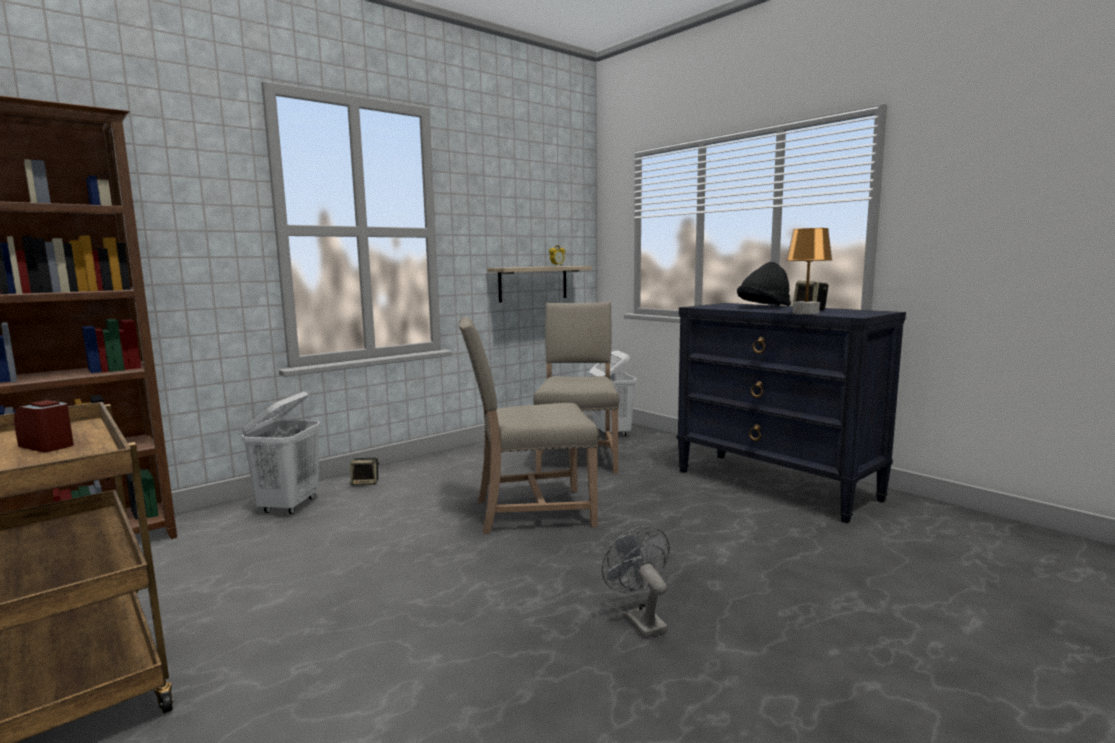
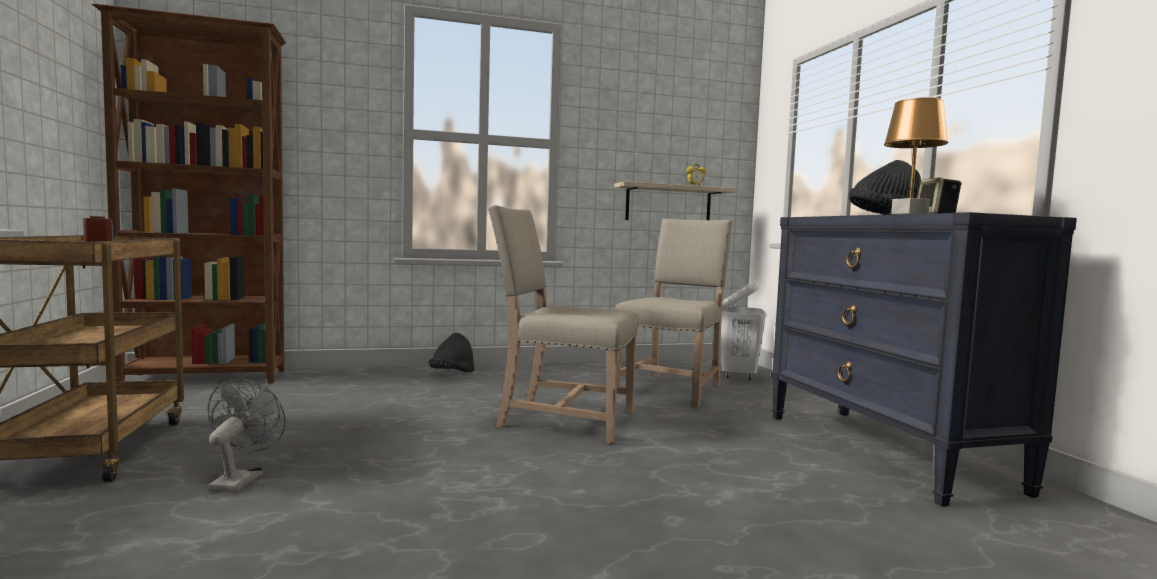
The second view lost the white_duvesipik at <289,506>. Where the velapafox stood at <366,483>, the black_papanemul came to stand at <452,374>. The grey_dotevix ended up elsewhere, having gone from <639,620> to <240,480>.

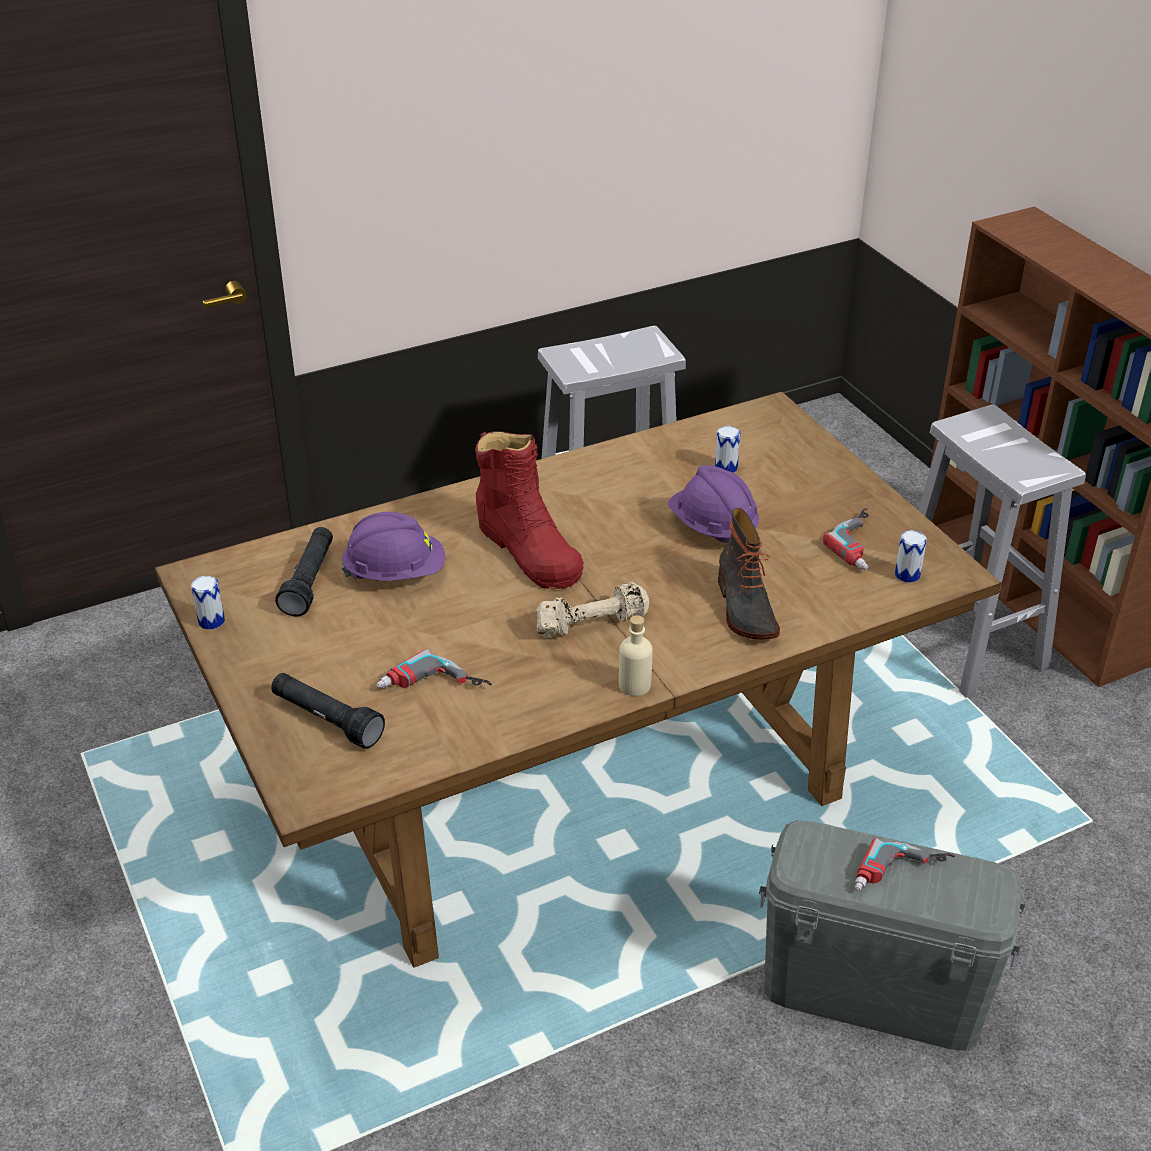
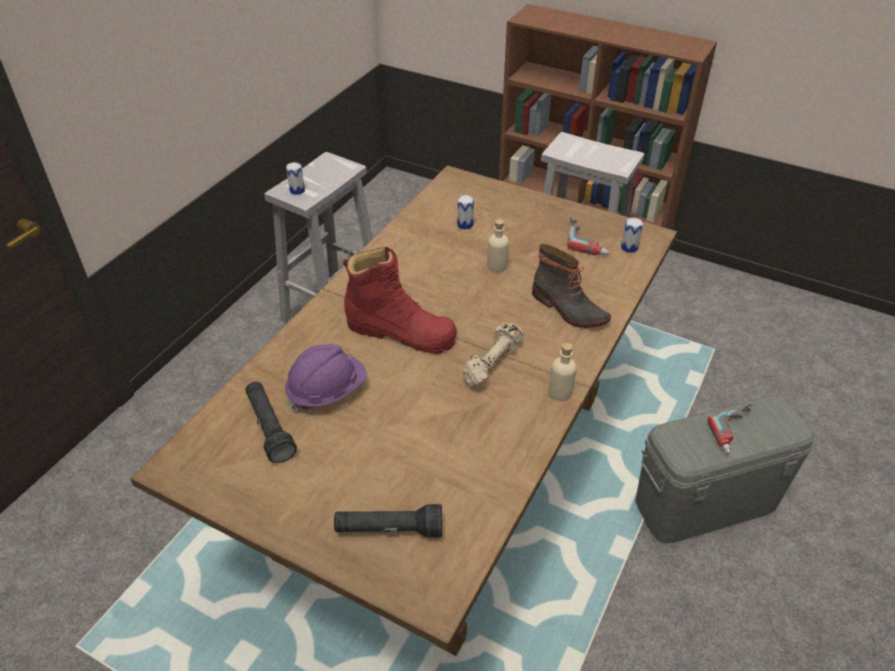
Where the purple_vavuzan stood at <712,528>, the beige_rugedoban came to stand at <497,266>. The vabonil ended up elsewhere, having gone from <211,621> to <297,190>. The second view lost the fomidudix at <432,689>.

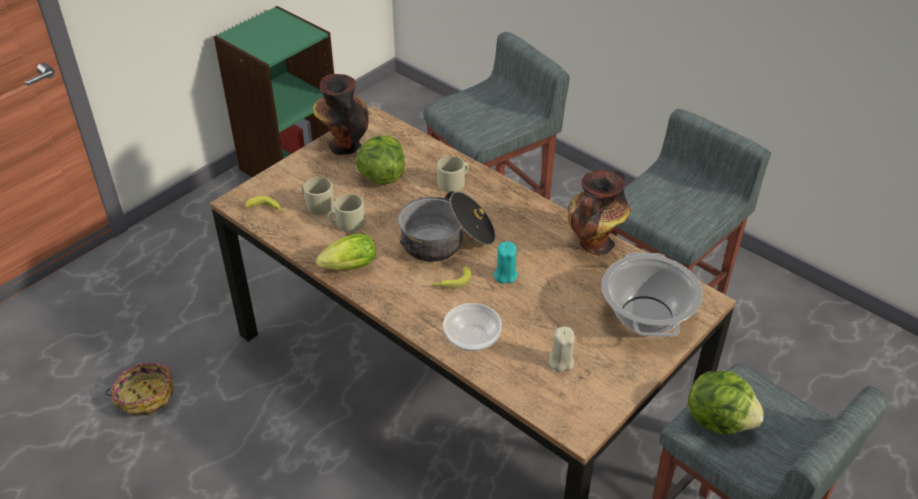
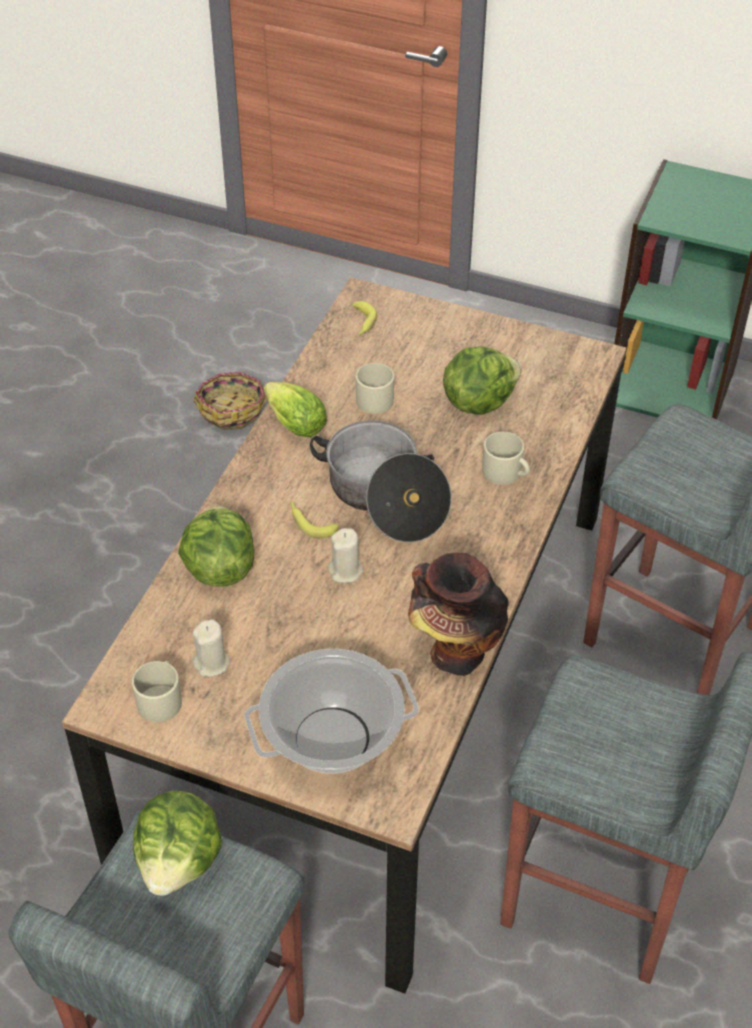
The second view lost the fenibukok at <343,144>. The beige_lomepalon ended up elsewhere, having gone from <317,204> to <161,698>. What was the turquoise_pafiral at <505,275> turned into the beige_pafiral at <346,571>. Where the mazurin stood at <472,339>, the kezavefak came to stand at <219,568>.

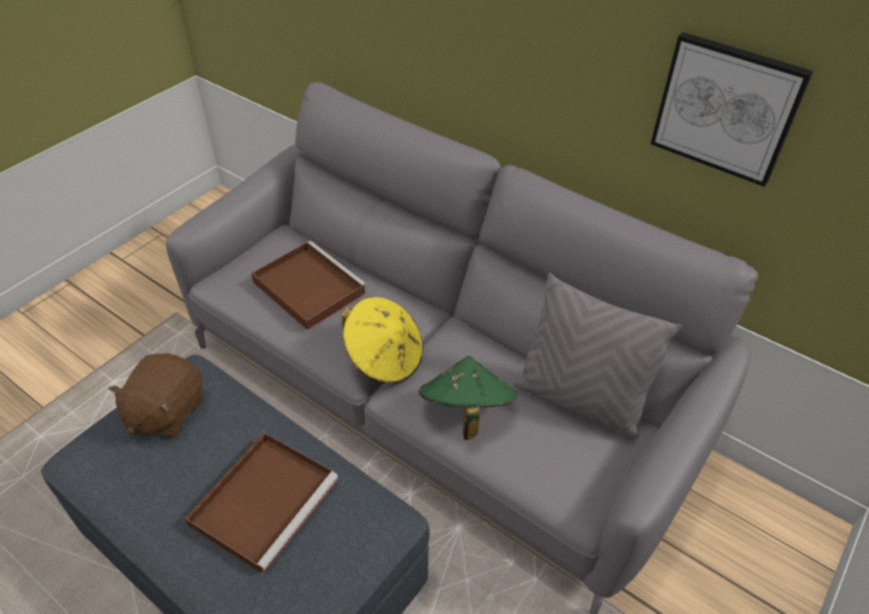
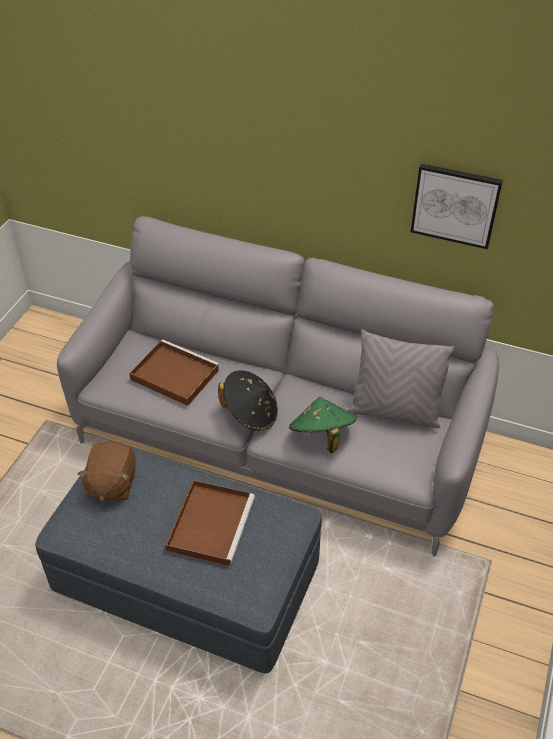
What was the yellow_papanemul at <384,358> turned into the black_papanemul at <250,414>.

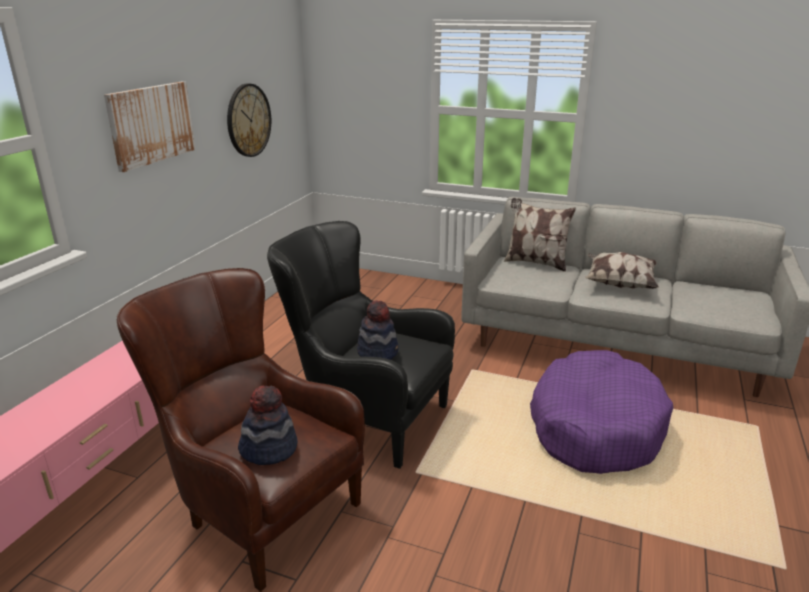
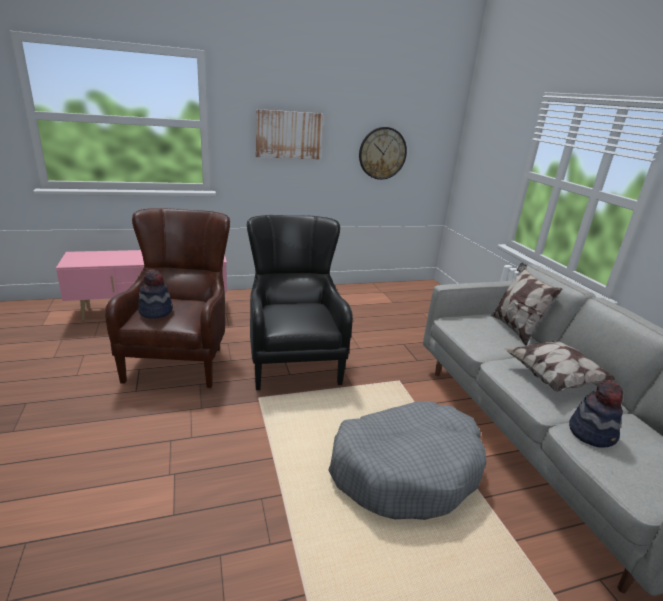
The papanemul ended up elsewhere, having gone from <378,352> to <592,433>. What was the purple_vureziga at <594,426> turned into the grey_vureziga at <405,469>.

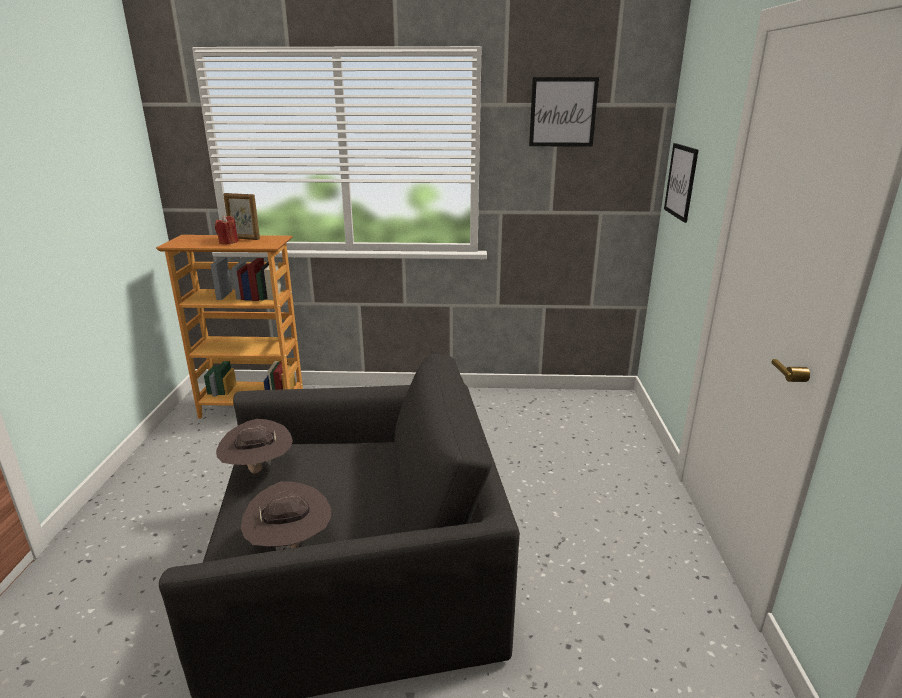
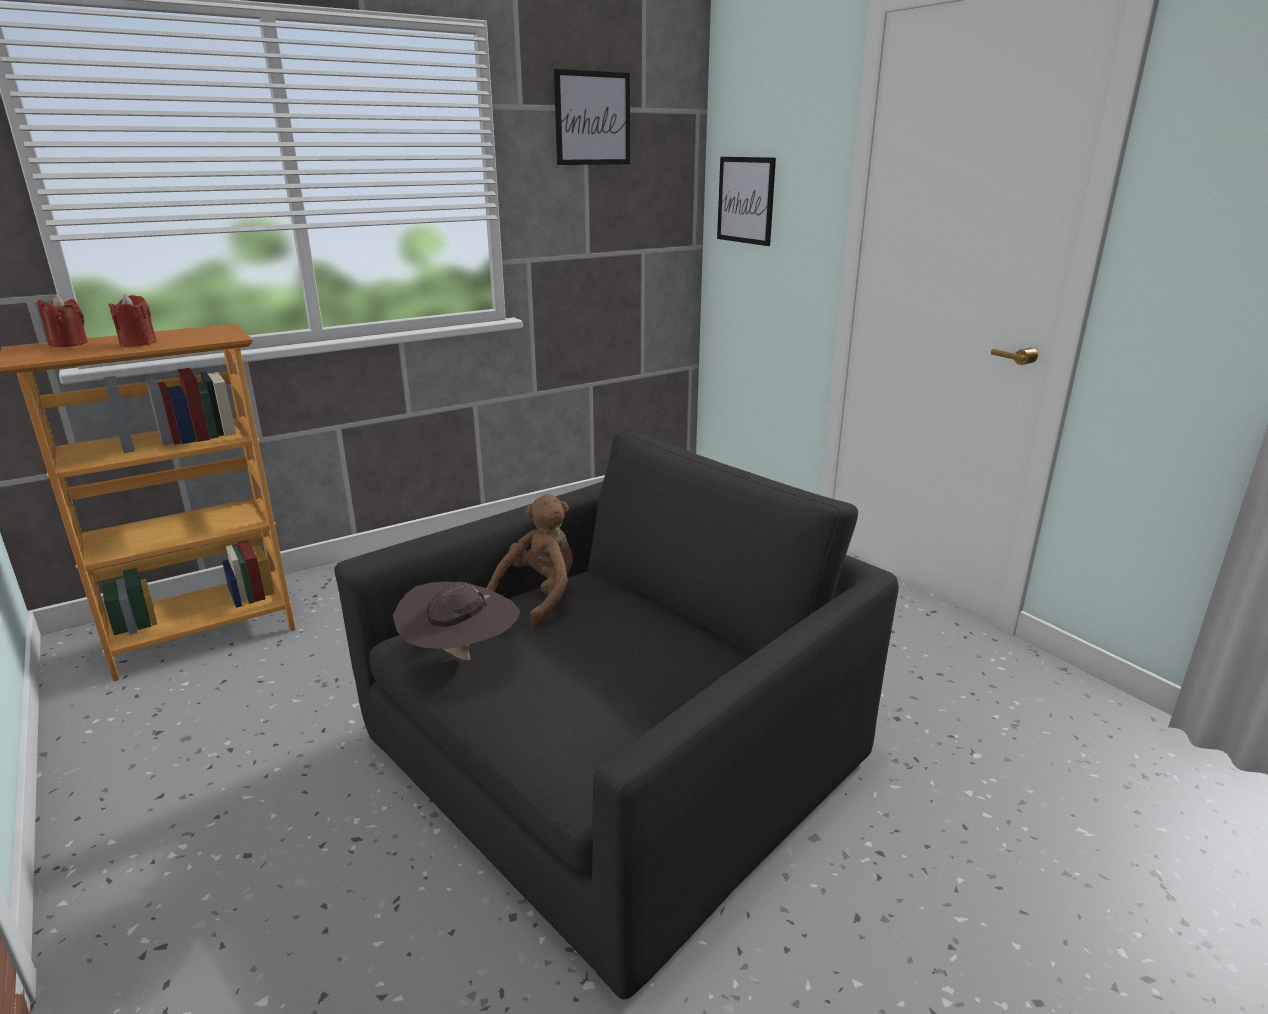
The second view lost the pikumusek at <244,238>. The second view lost the brown_papanemul at <291,544>. The second view gained the red_pafiral at <69,343>. The second view gained the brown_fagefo at <539,597>.

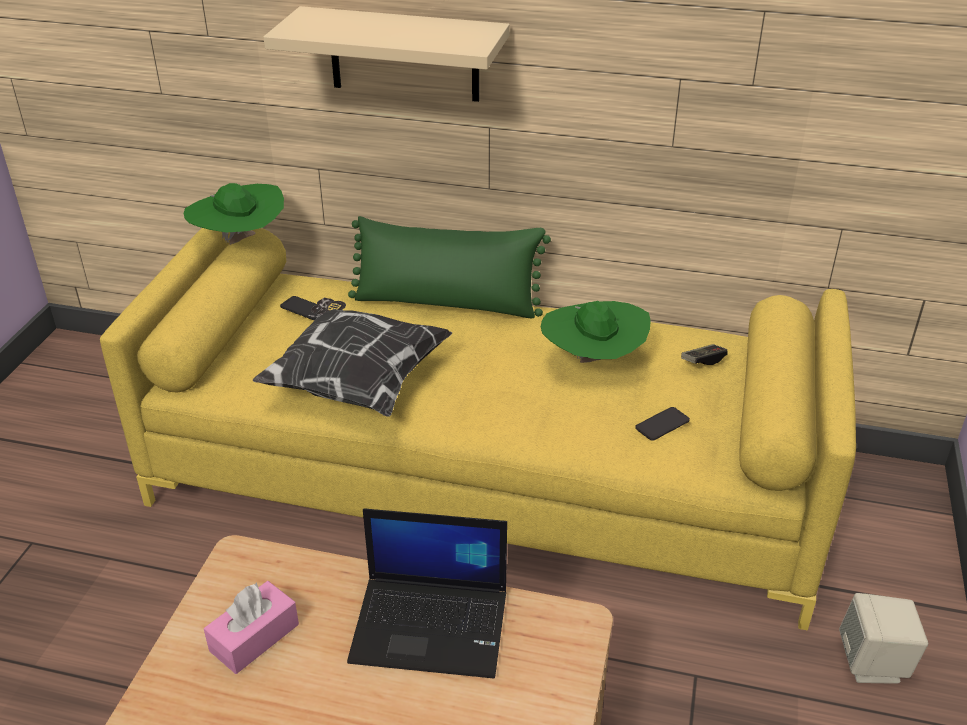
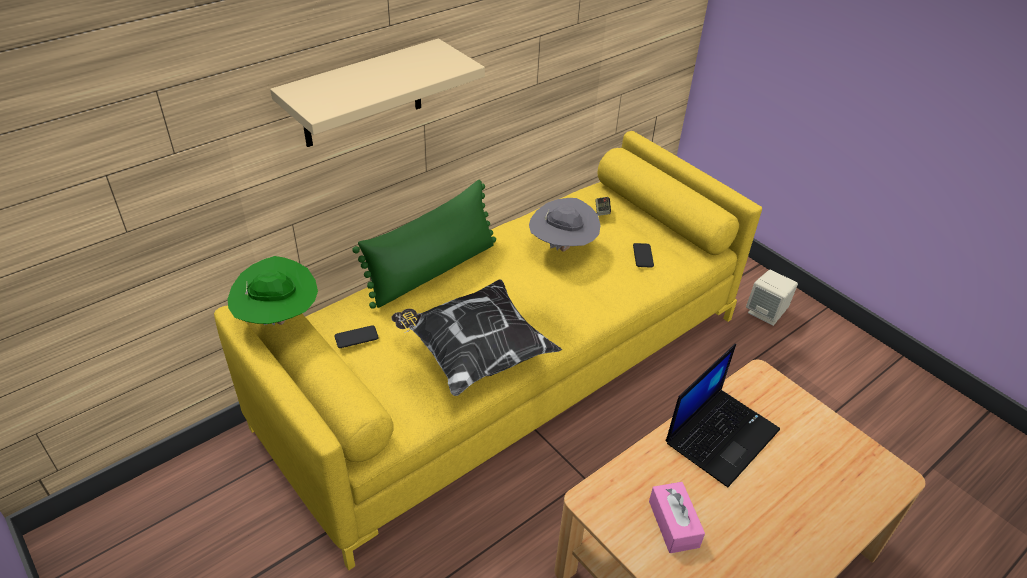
What was the green_papanemul at <592,361> turned into the grey_papanemul at <562,247>.

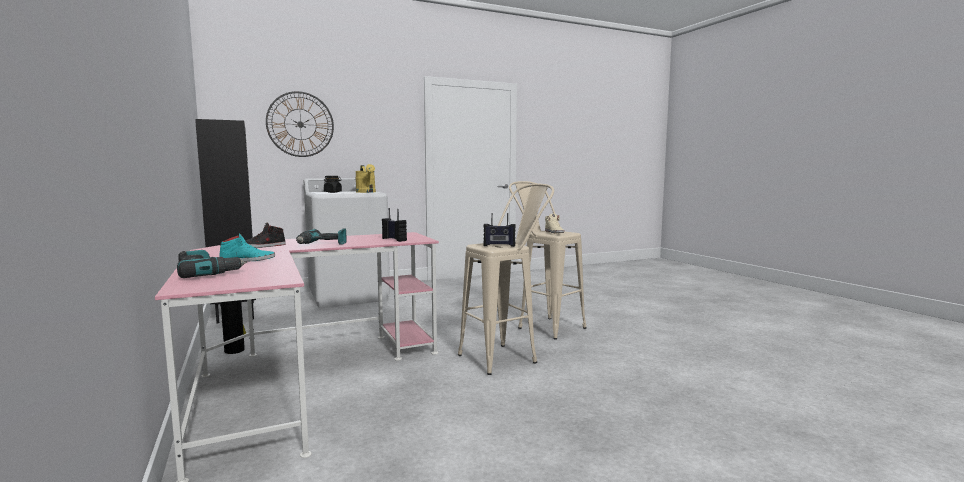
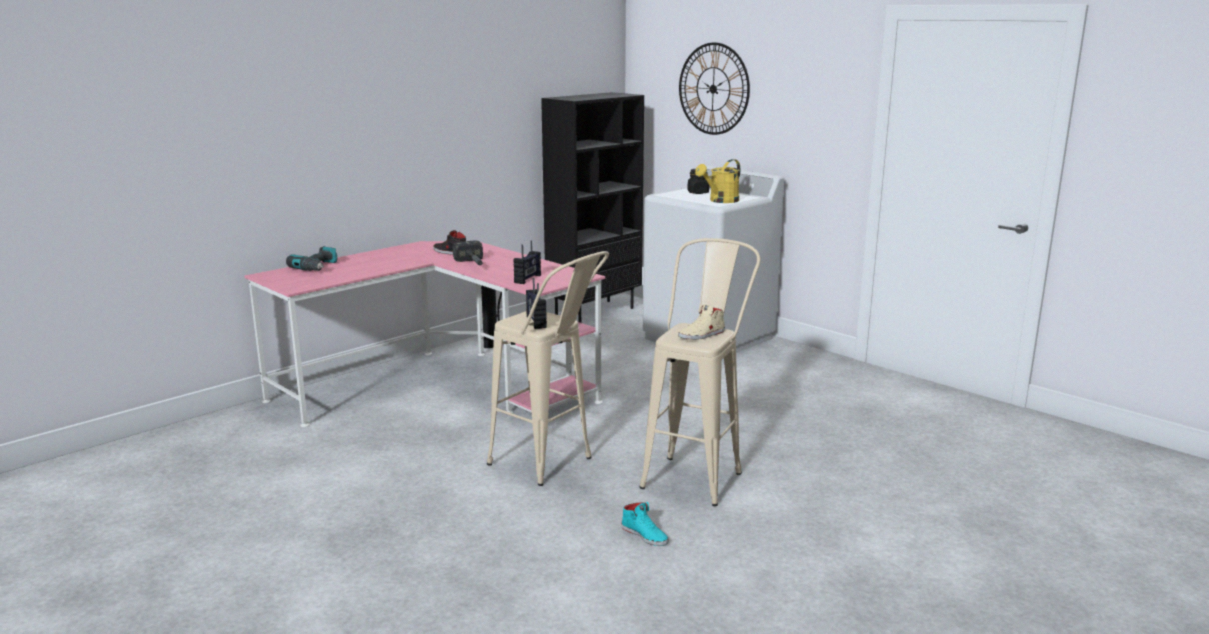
Where the fomidudix stood at <322,244>, the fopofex came to stand at <473,264>. The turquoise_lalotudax ended up elsewhere, having gone from <248,260> to <645,535>.

